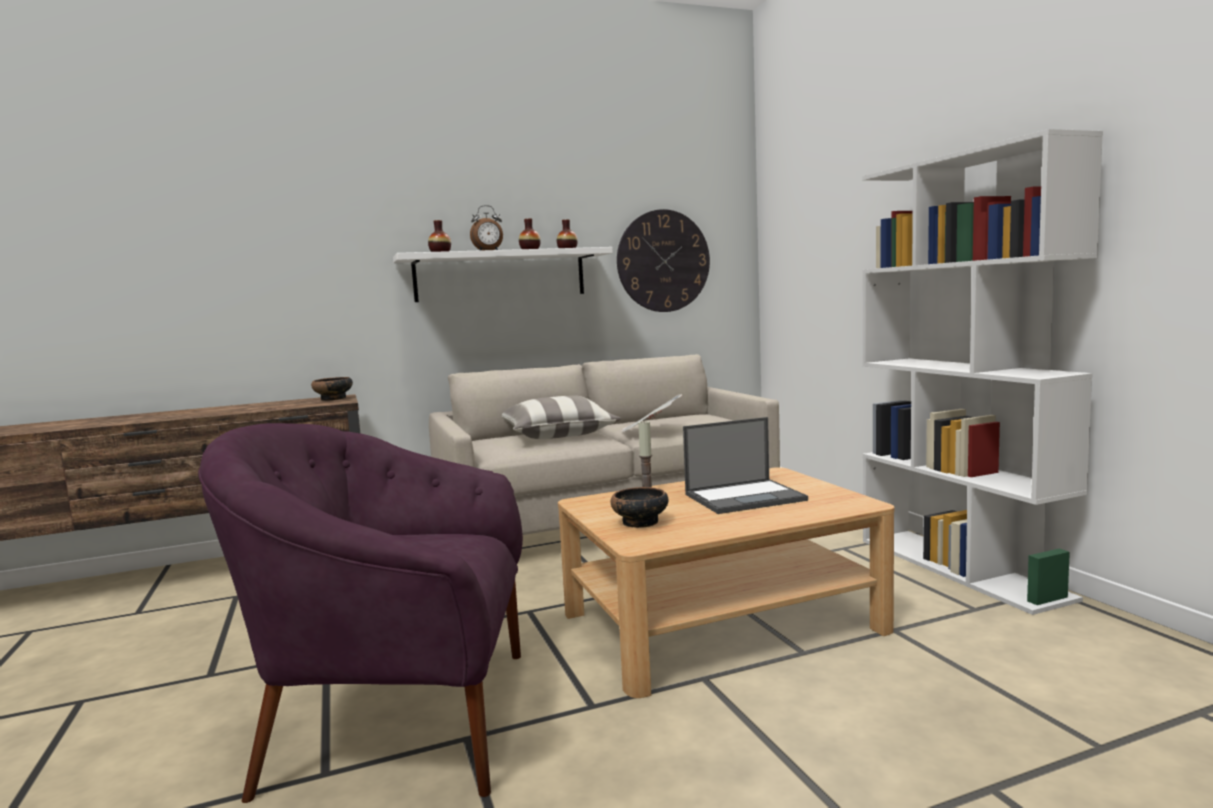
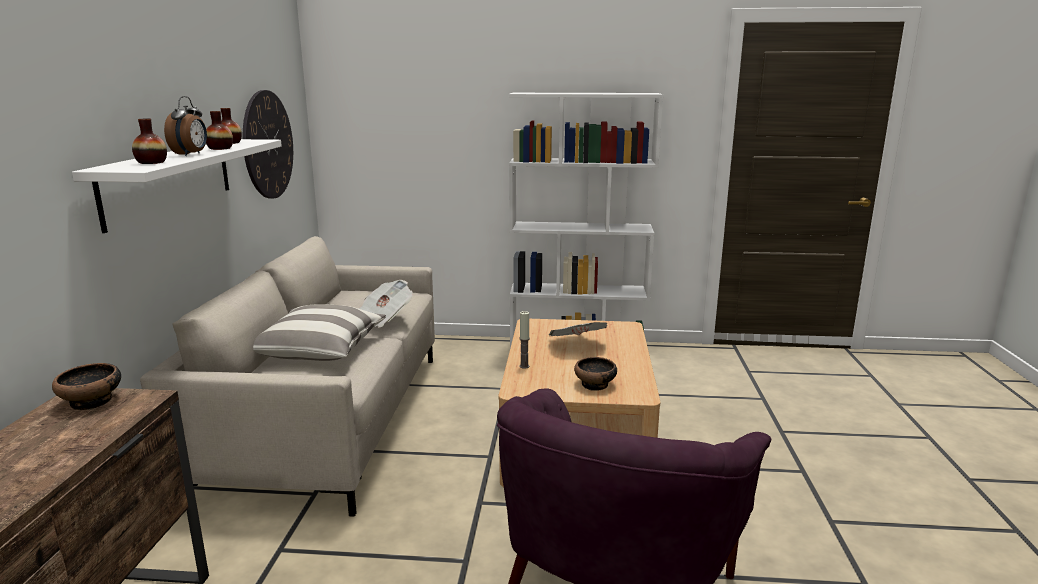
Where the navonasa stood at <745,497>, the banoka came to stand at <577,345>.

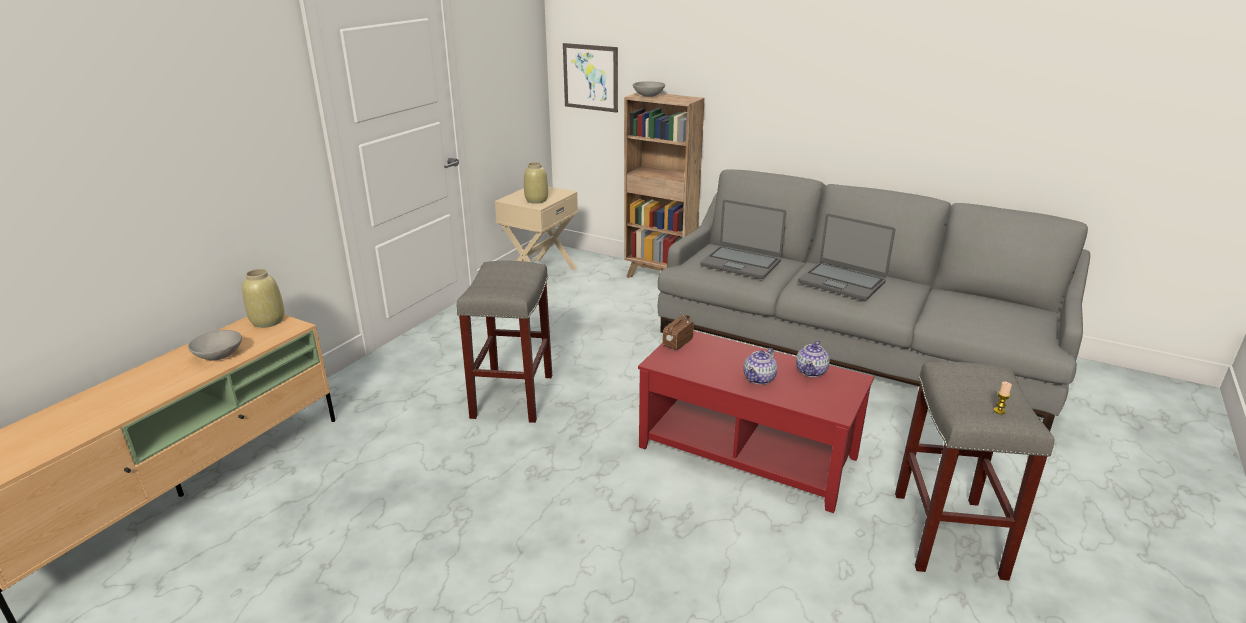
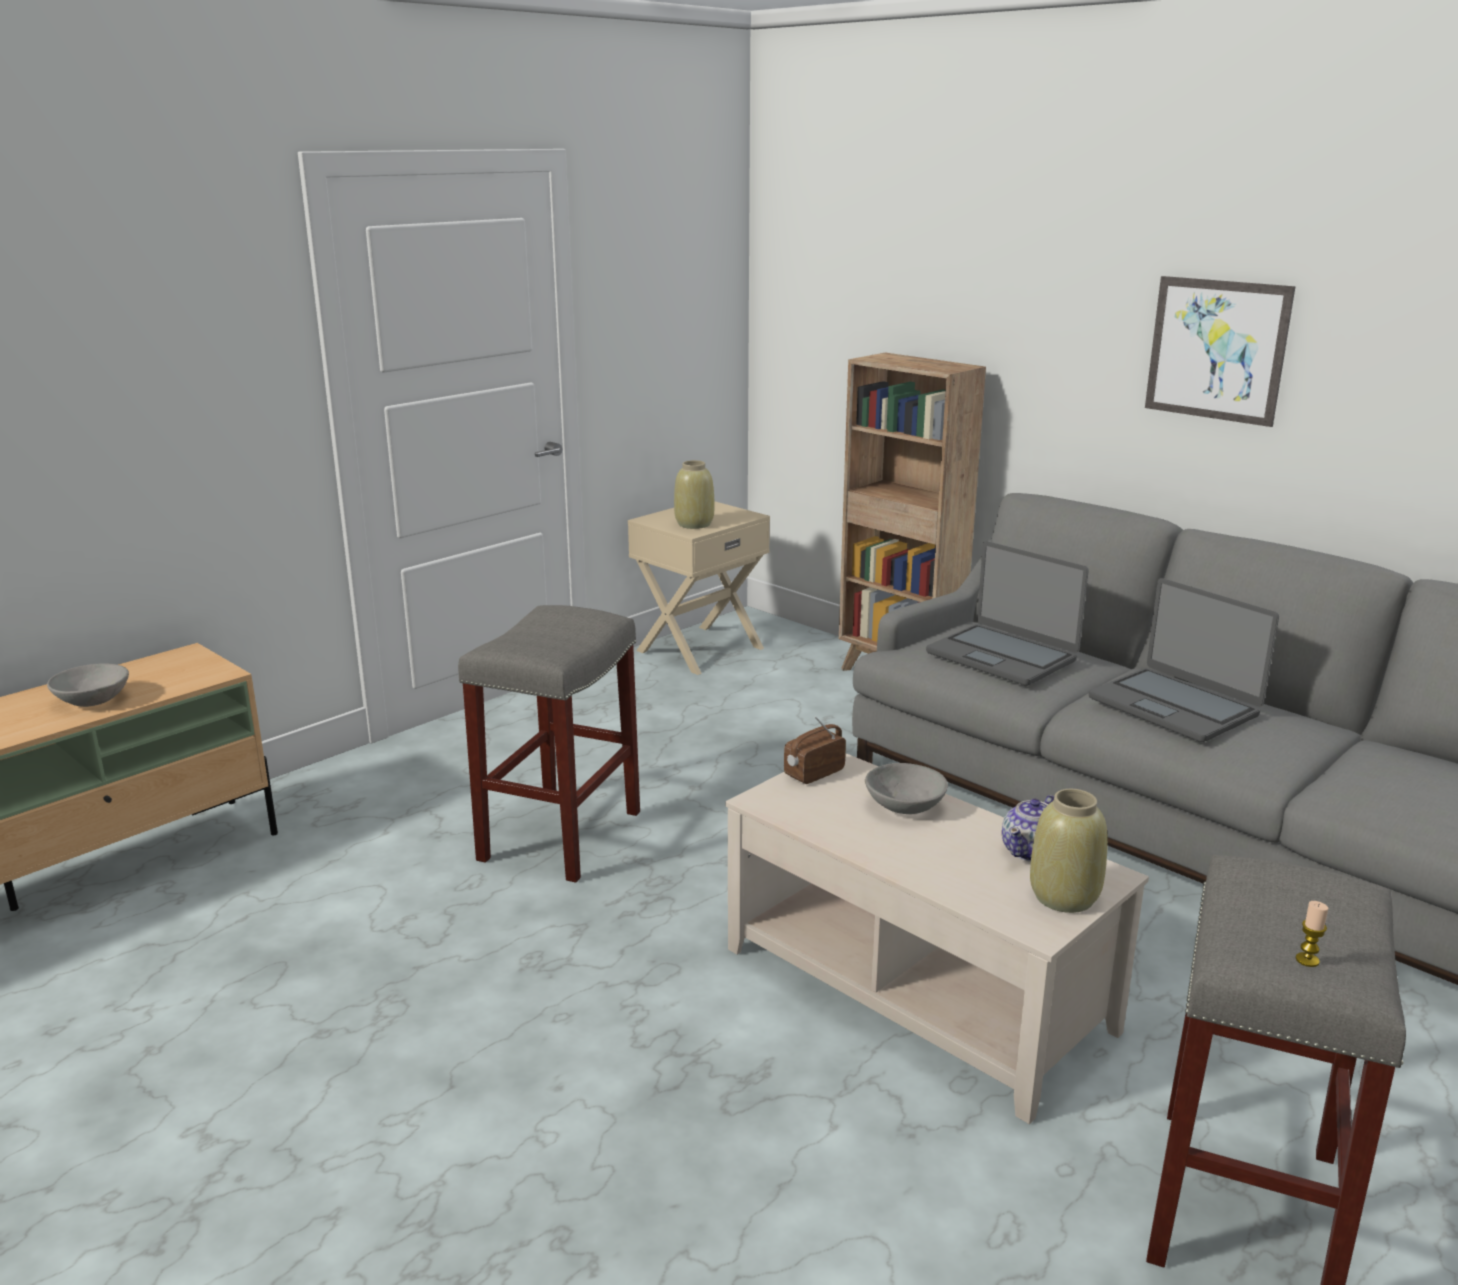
The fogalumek ended up elsewhere, having gone from <590,77> to <1216,350>. The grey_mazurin ended up elsewhere, having gone from <648,95> to <905,806>. The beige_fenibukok ended up elsewhere, having gone from <268,321> to <1064,896>. What was the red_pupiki at <747,452> turned into the beige_pupiki at <916,989>. The second view lost the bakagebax at <759,378>.

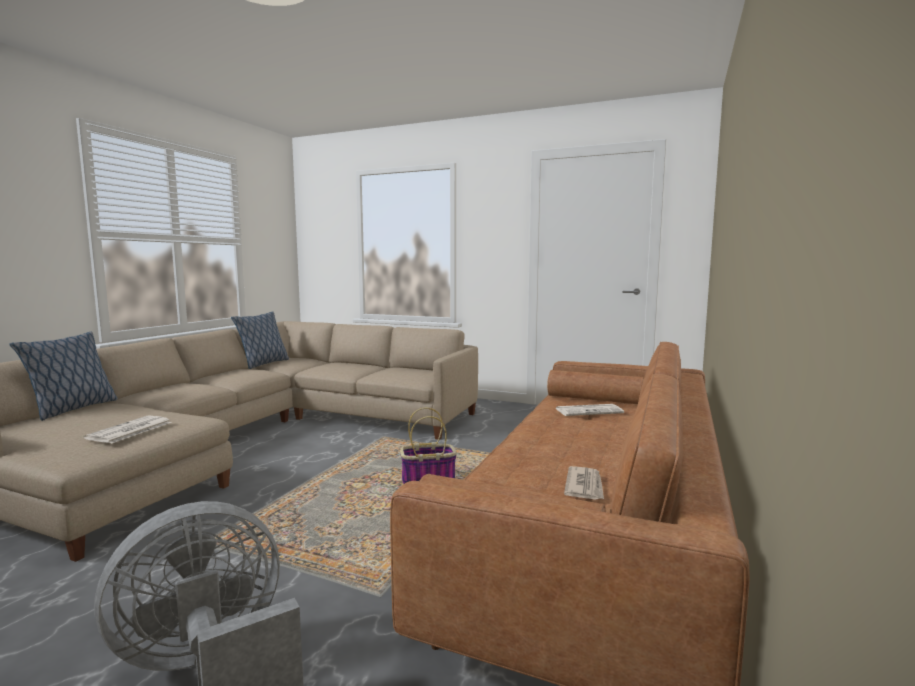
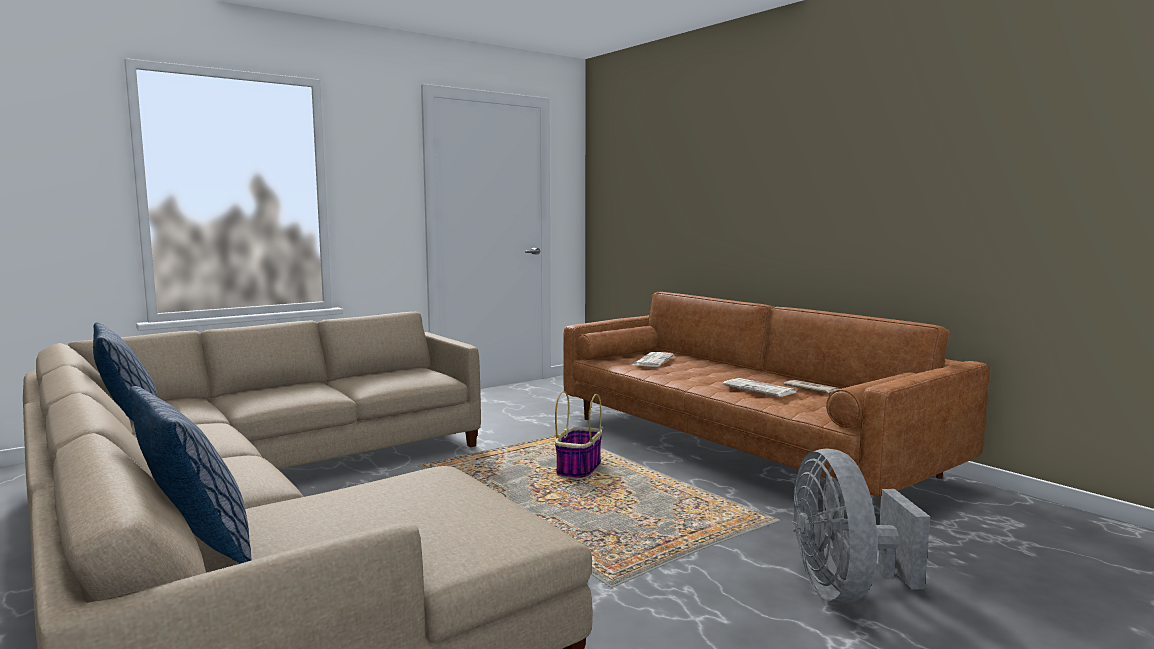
The banoka ended up elsewhere, having gone from <129,431> to <760,389>.

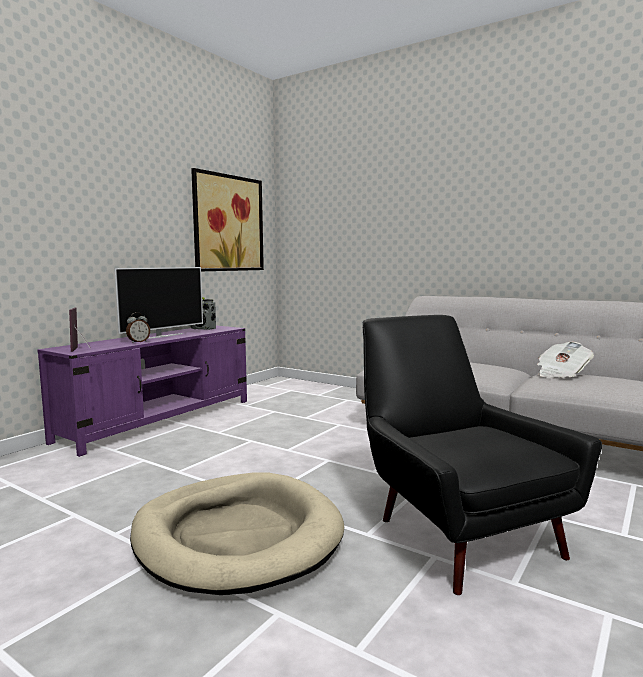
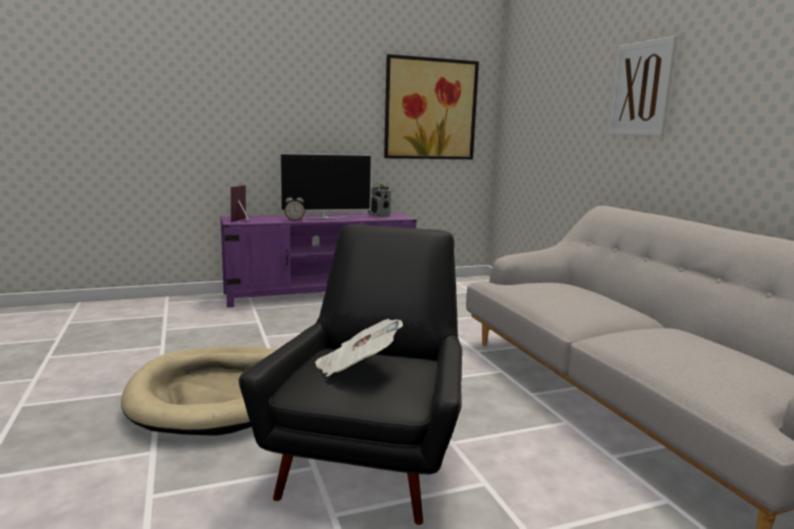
The banoka ended up elsewhere, having gone from <561,374> to <356,368>. The second view gained the fogalumek at <641,89>.

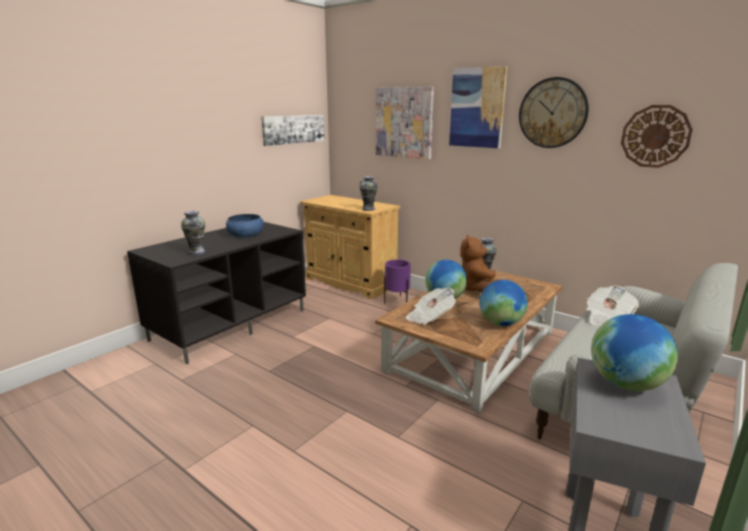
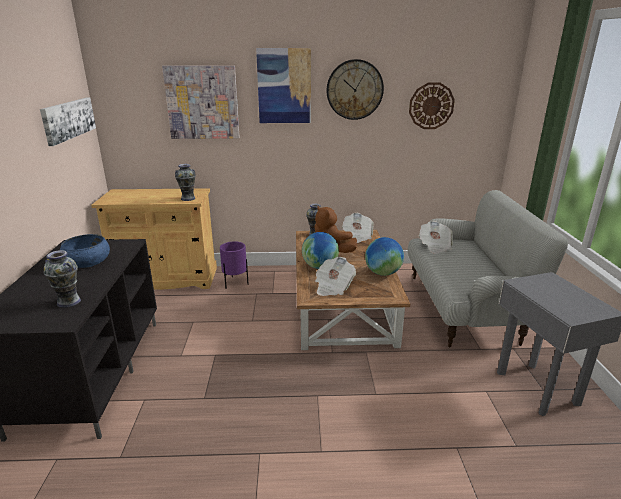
The second view lost the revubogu at <626,384>. The second view gained the banoka at <357,236>.

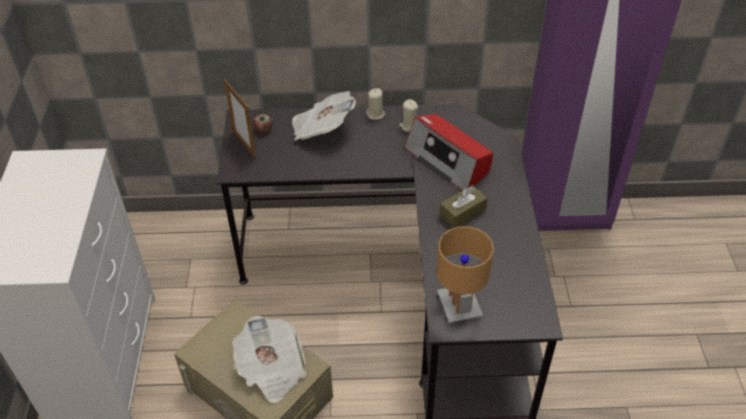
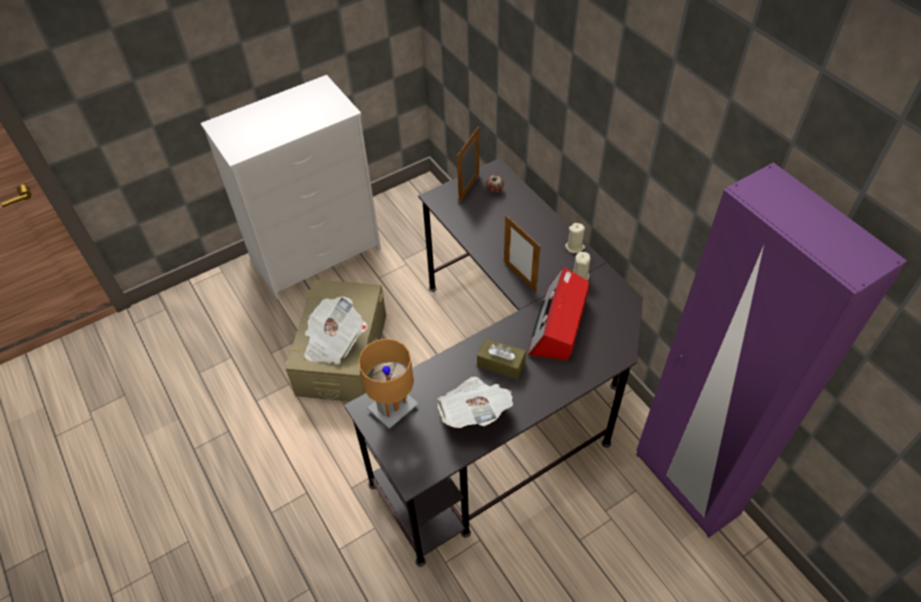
The banoka ended up elsewhere, having gone from <322,129> to <474,411>. The second view gained the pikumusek at <519,276>.

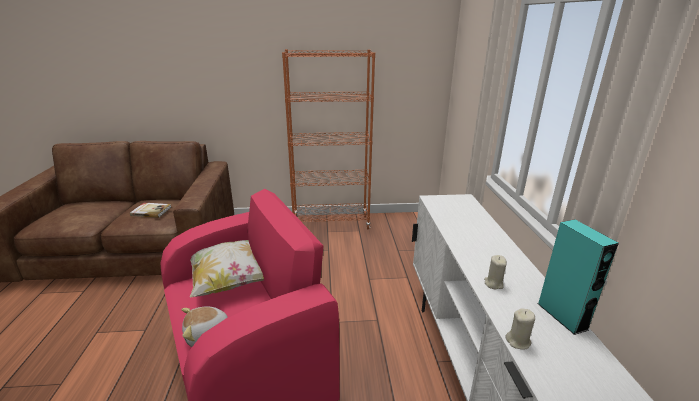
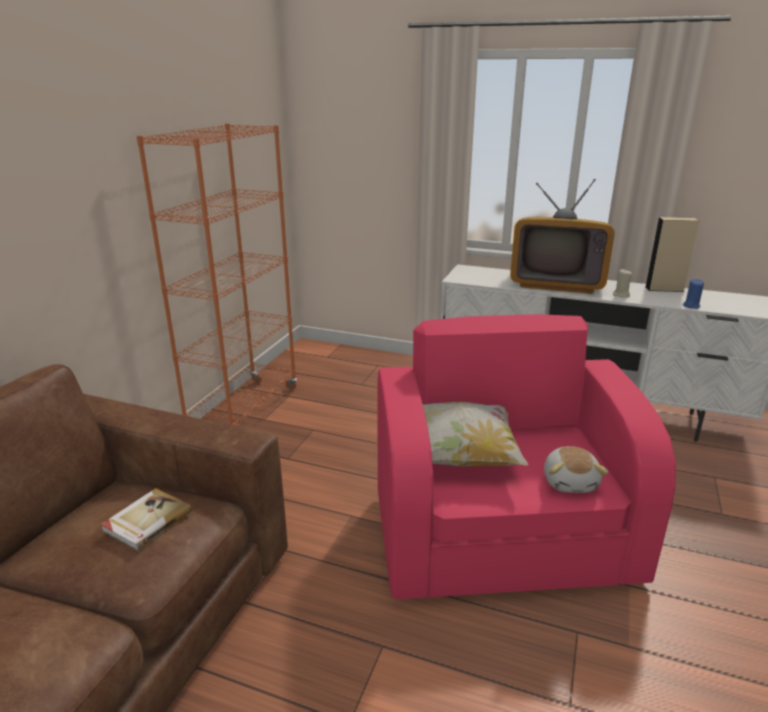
What was the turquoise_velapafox at <562,316> turned into the beige_velapafox at <664,289>. What was the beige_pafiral at <518,341> turned into the blue_pafiral at <691,306>. The second view gained the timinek at <556,282>.

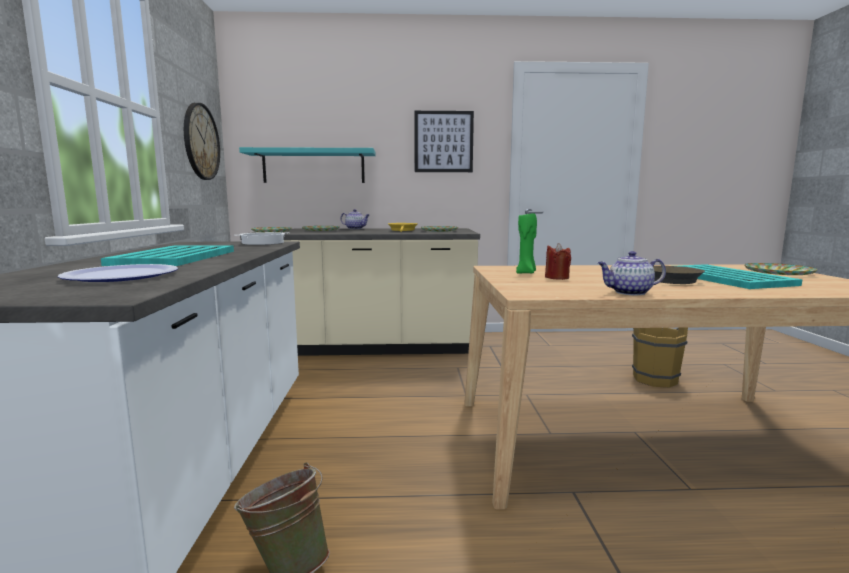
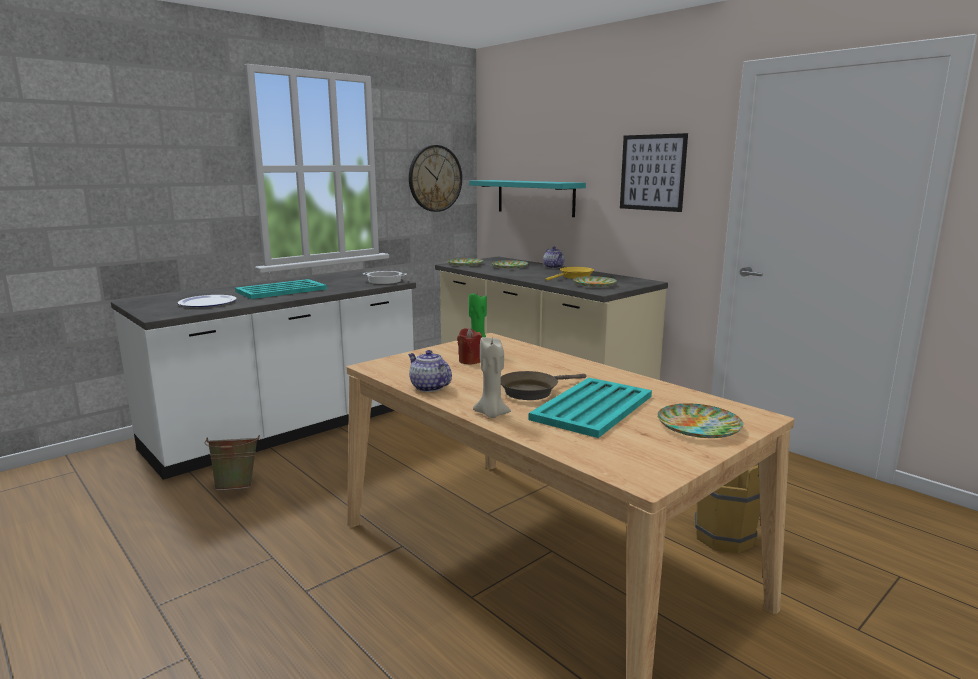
The second view gained the beige_pafiral at <491,414>.

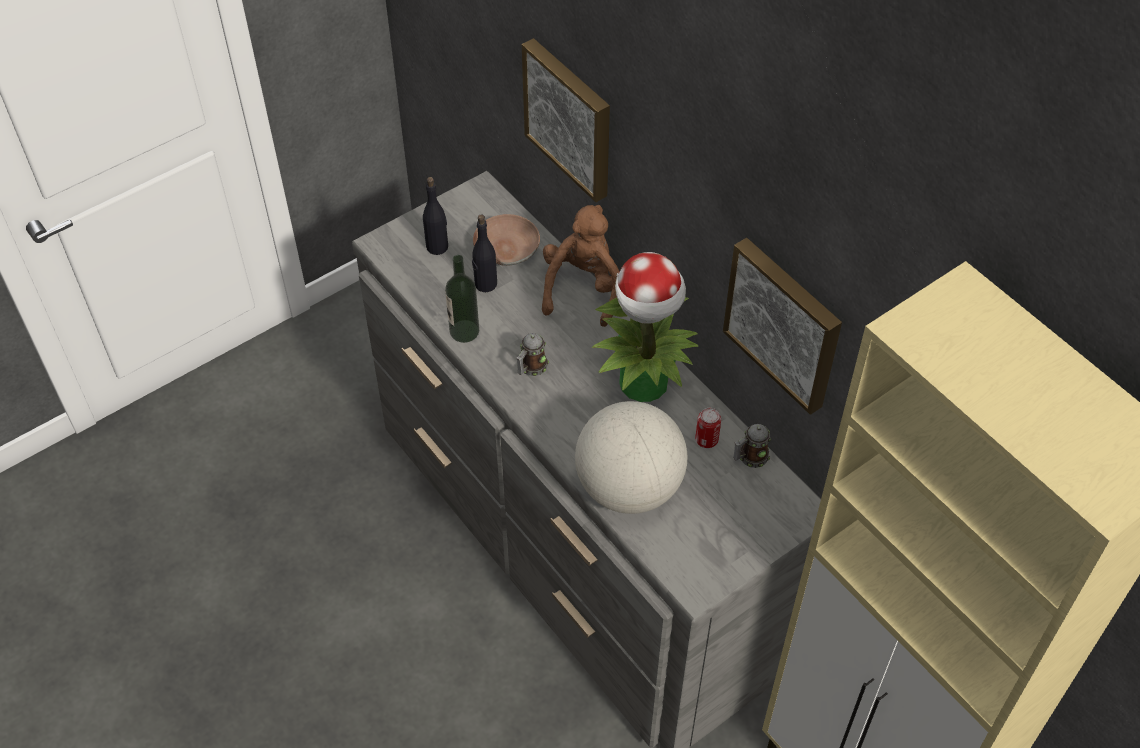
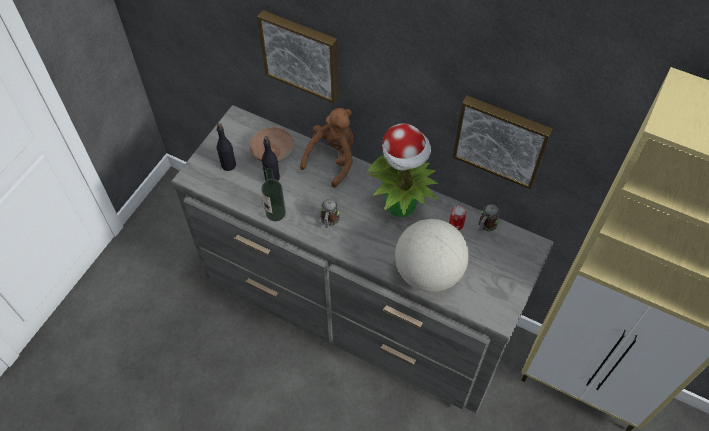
The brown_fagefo at <583,288> ended up facing another way, 45 degrees clockwise from before.

